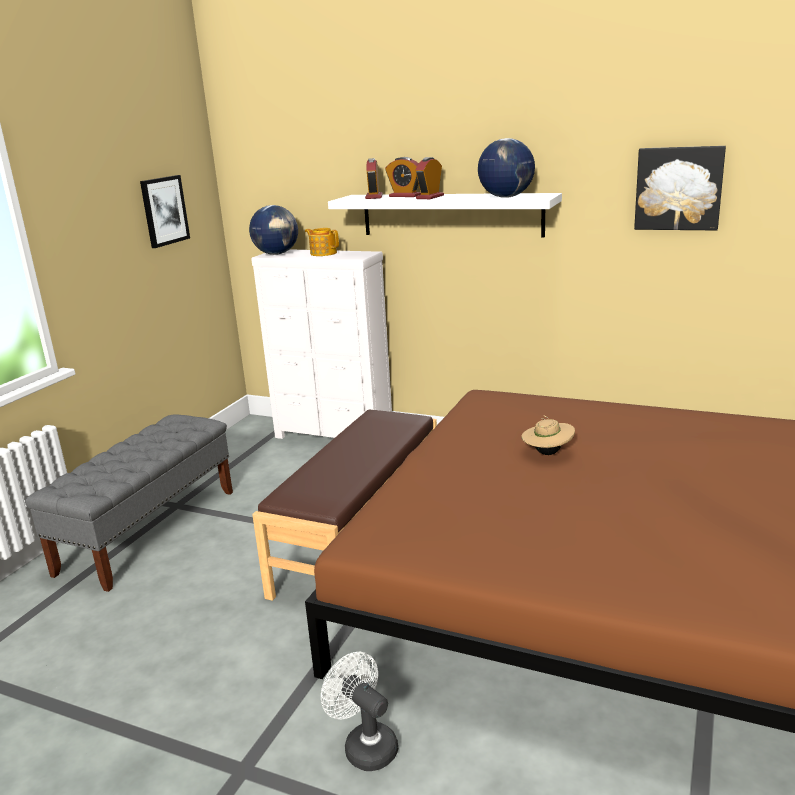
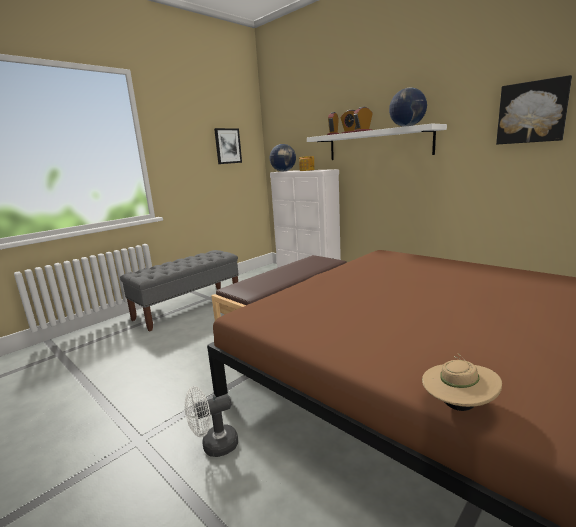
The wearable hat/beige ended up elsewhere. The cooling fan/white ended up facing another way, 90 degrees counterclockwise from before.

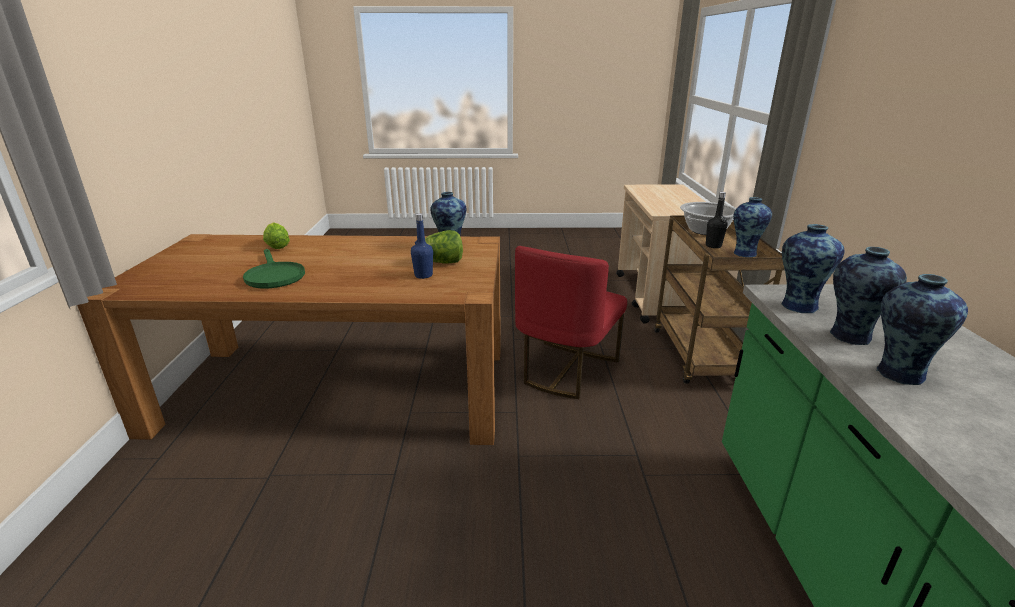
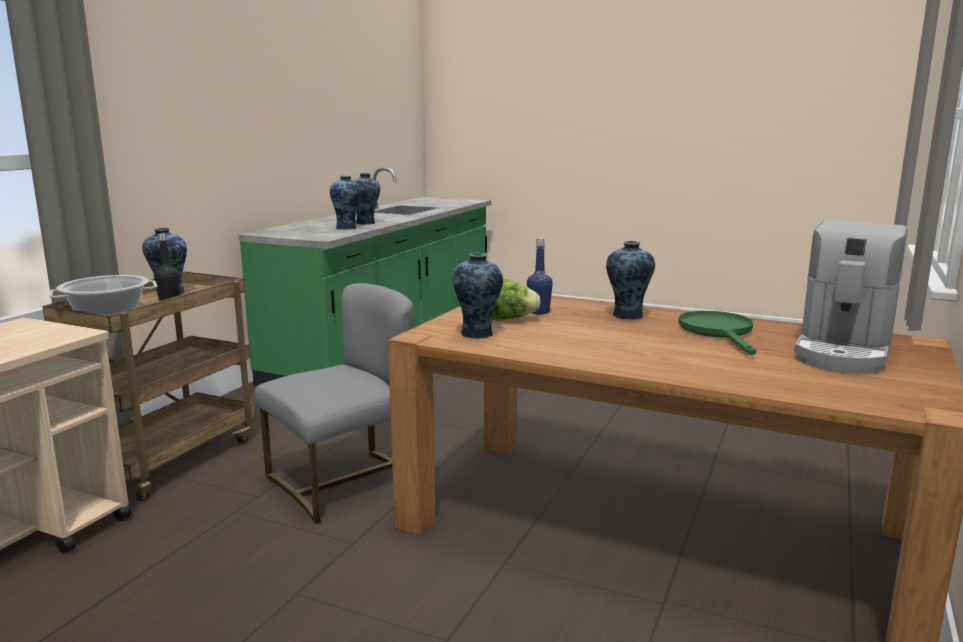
The second view lost the lettuce head (no. 1 from left). The second view gained the coffee machine. The decorative vase (no. 3 from left in the first image) ended up elsewhere. What was the upright chair/red-coloured turned into the upright chair/gray.

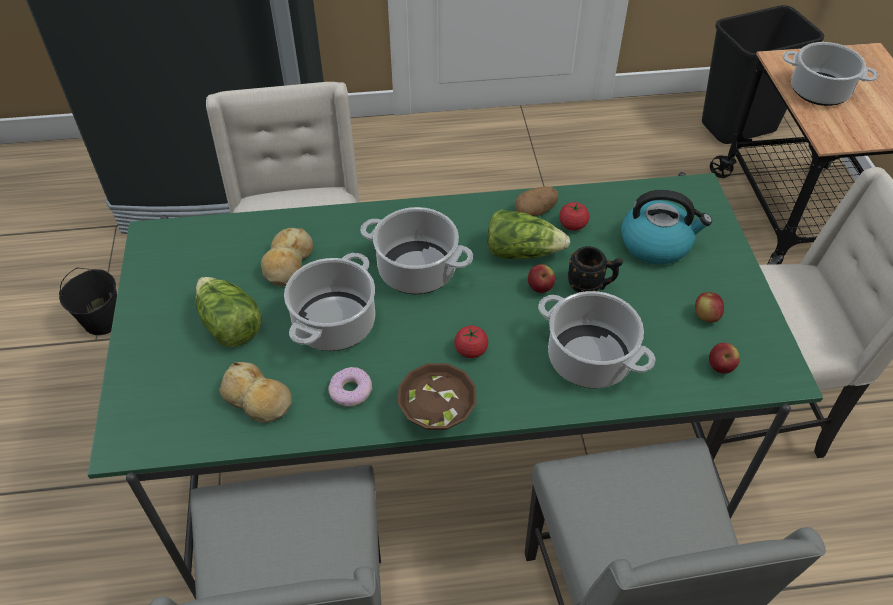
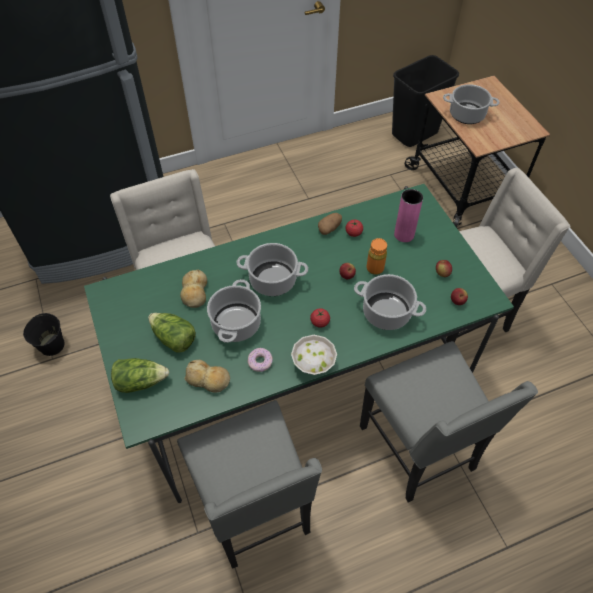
The lettuce head (no. 2 from left in the first image) ended up elsewhere. Where the coffee mug/black-coloured stood, the bottle/orange came to stand. Where the tea kettle stood, the decorative vase/pink came to stand. What was the bowl/brown turned into the bowl/white.

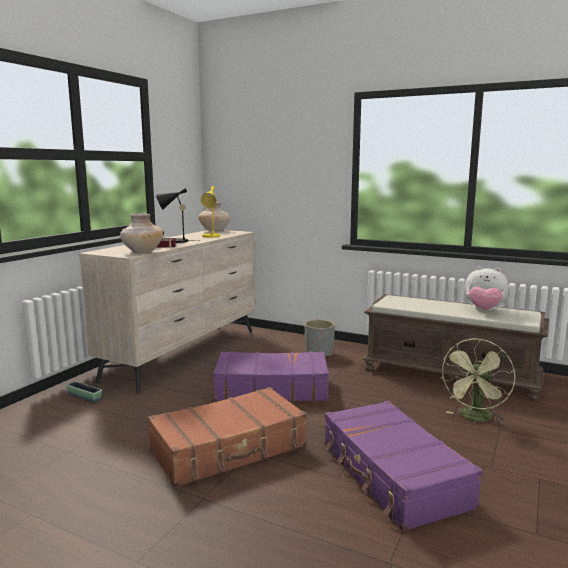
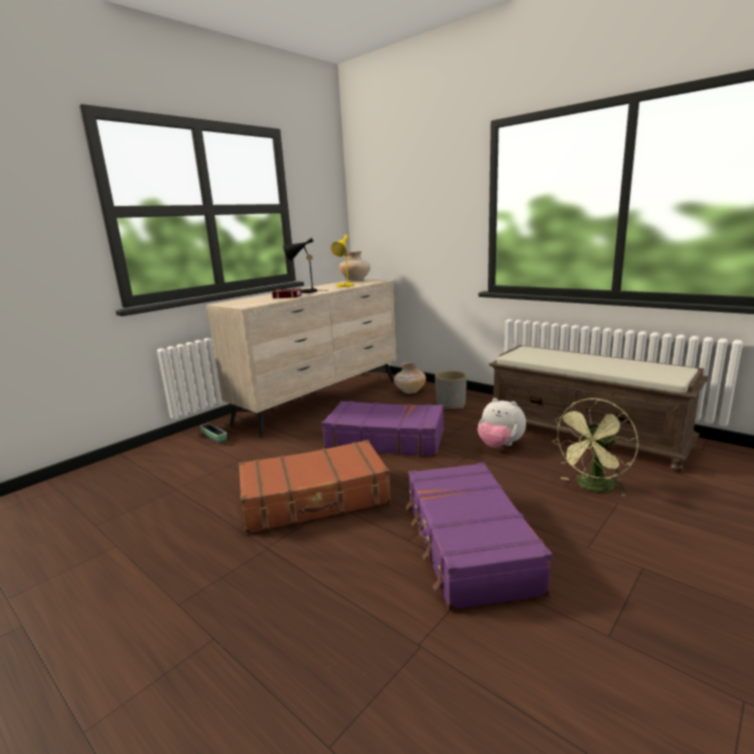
The decorative vase/beige (no. 1 from left in the first image) ended up elsewhere. The cuddly toy ended up elsewhere.

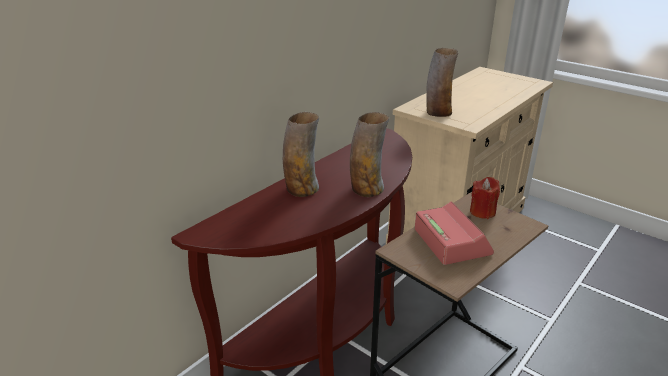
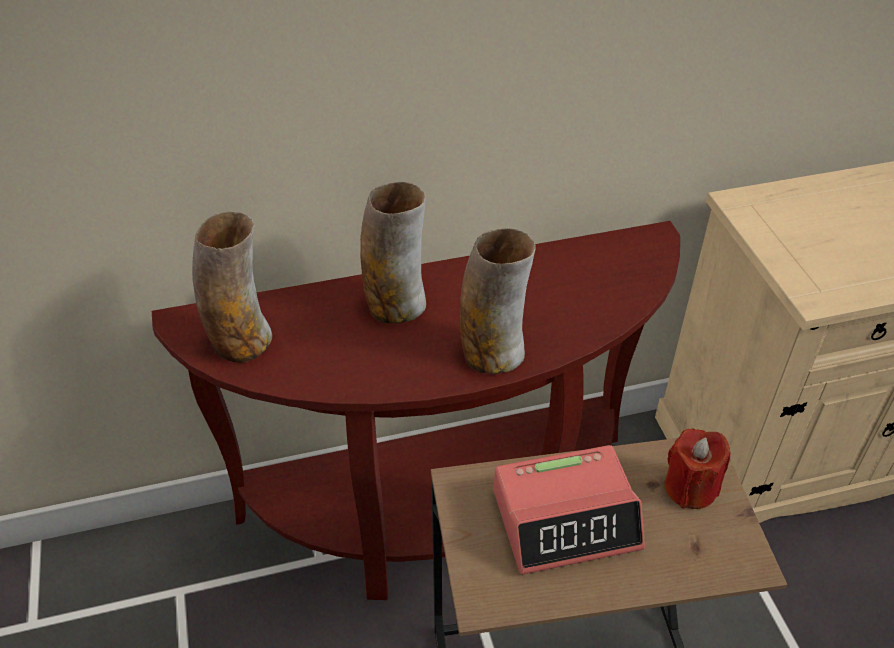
The decorative vase (no. 3 from left in the first image) ended up elsewhere. The alarm clock ended up facing another way, 60 degrees clockwise from before.

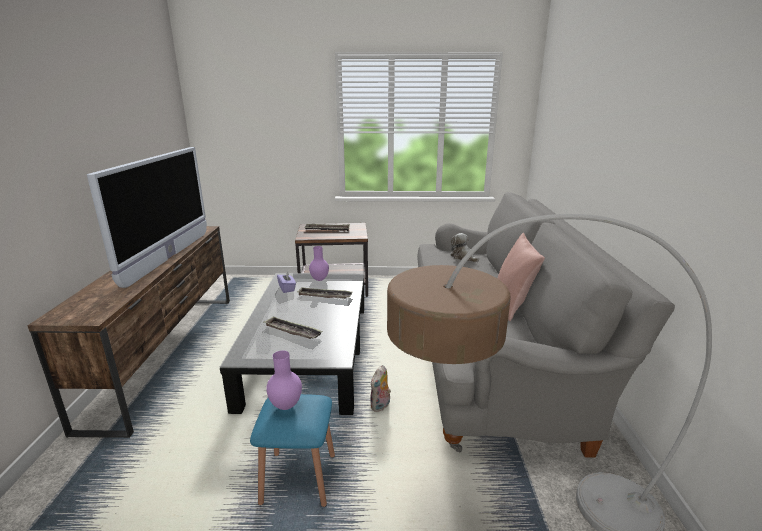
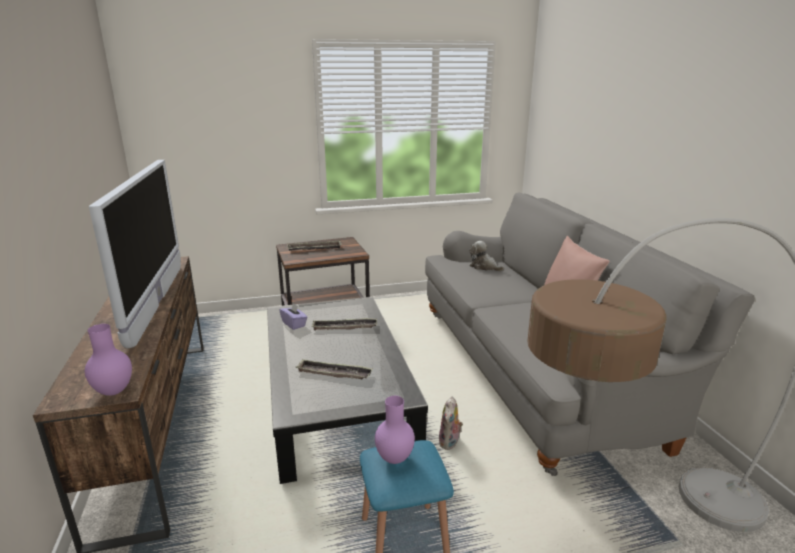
The decorative vase/purplish (no. 2 from left in the first image) ended up elsewhere.

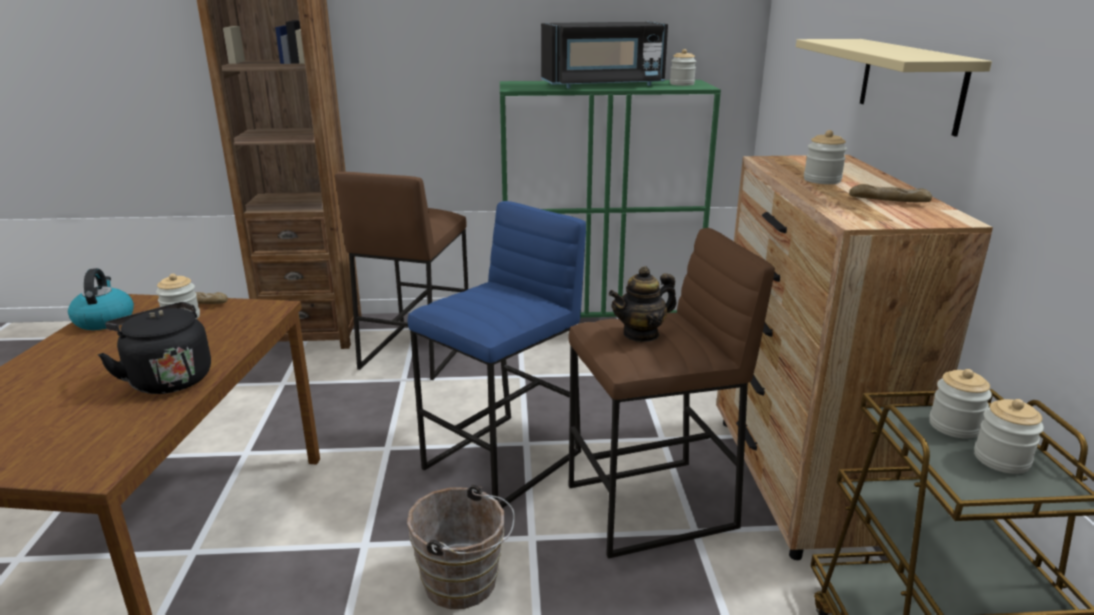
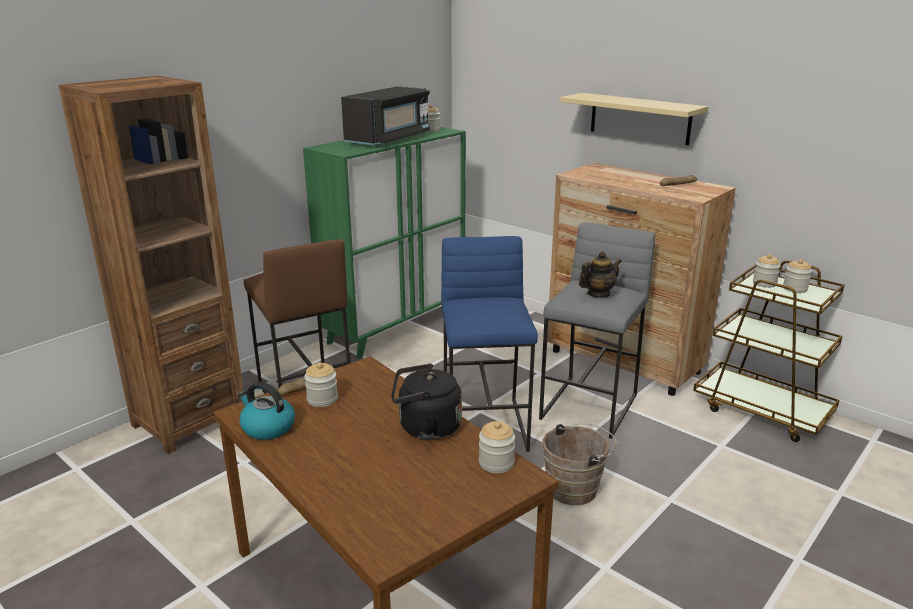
The preserve jar (no. 3 from left) ended up elsewhere. What was the sitting stool/brown (no. 2 from left) turned into the sitting stool/gray. The pot for tea ended up facing another way, 135 degrees counterclockwise from before.

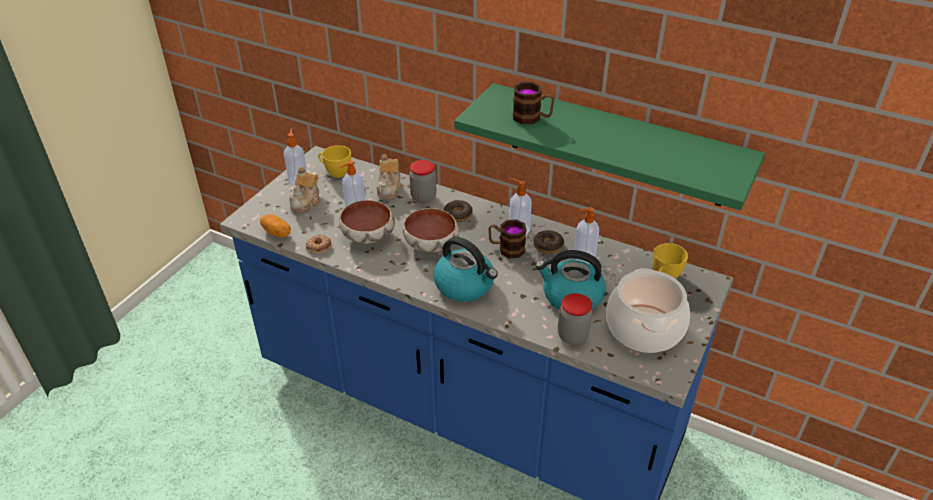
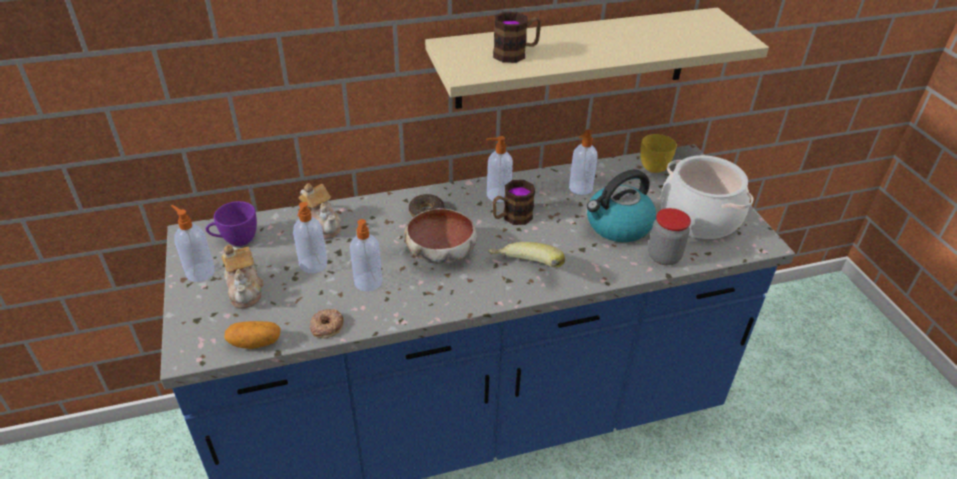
The second view lost the preserve jar (no. 1 from left). The second view lost the ring doughnut (no. 3 from left). Where the bowl (no. 1 from left) stood, the liquid soap bottle (no. 3 from left) came to stand. Where the tea kettle (no. 1 from left) stood, the banana came to stand. What was the drinking cup/yellow-coloured (no. 1 from left) turned into the drinking cup/purplish. What was the bracket shelf/green-coloured turned into the bracket shelf/beige.

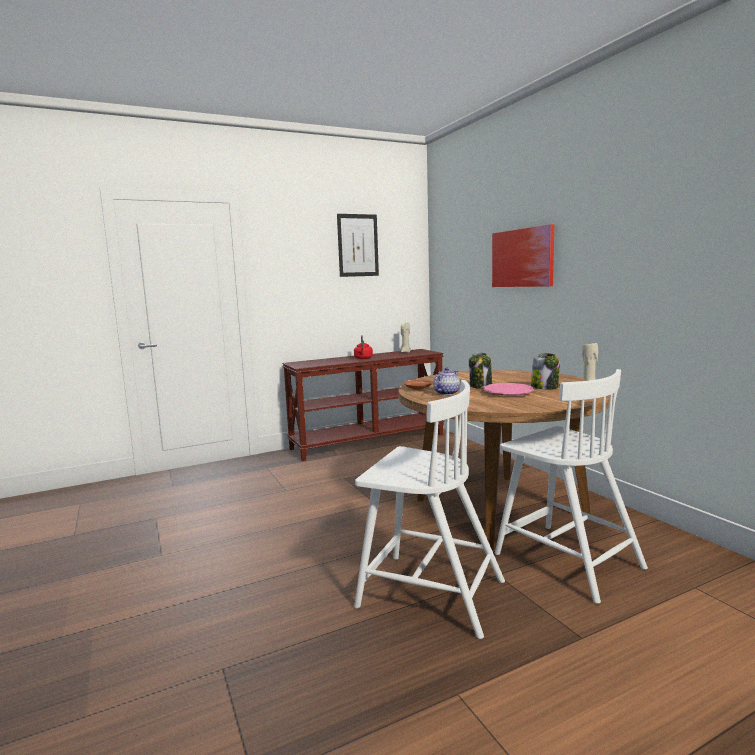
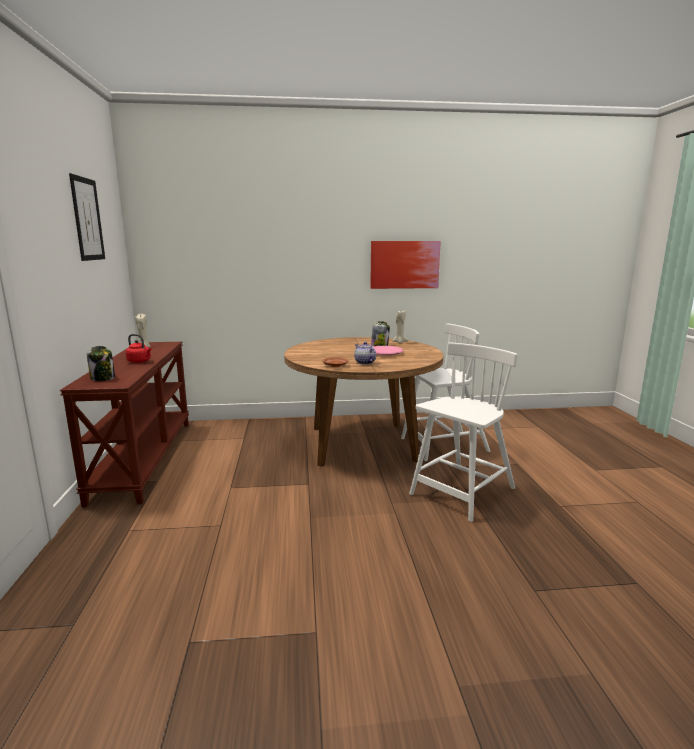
The preserve jar (no. 1 from left) ended up elsewhere. The wall art (no. 2 from left) ended up elsewhere.

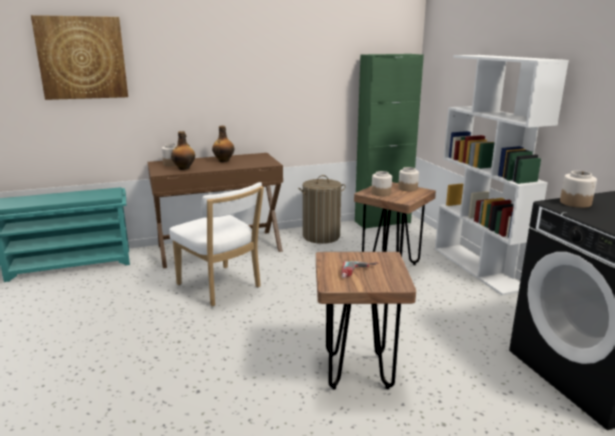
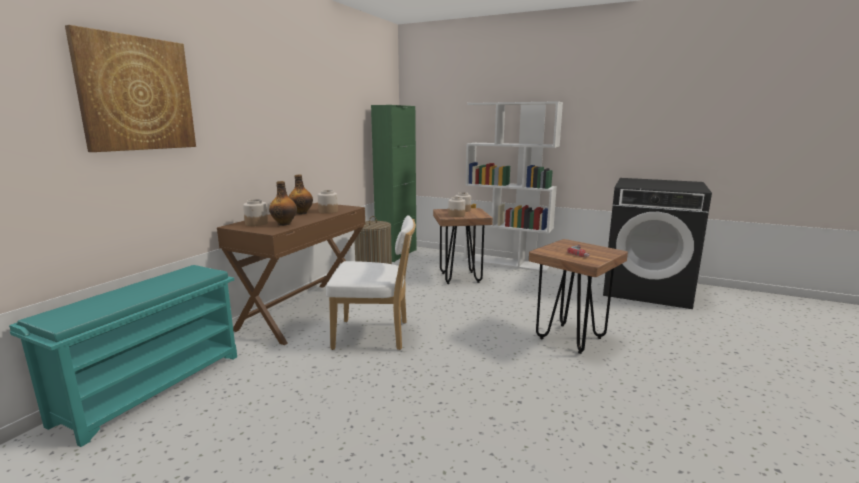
The preserve jar (no. 4 from left in the first image) ended up elsewhere.

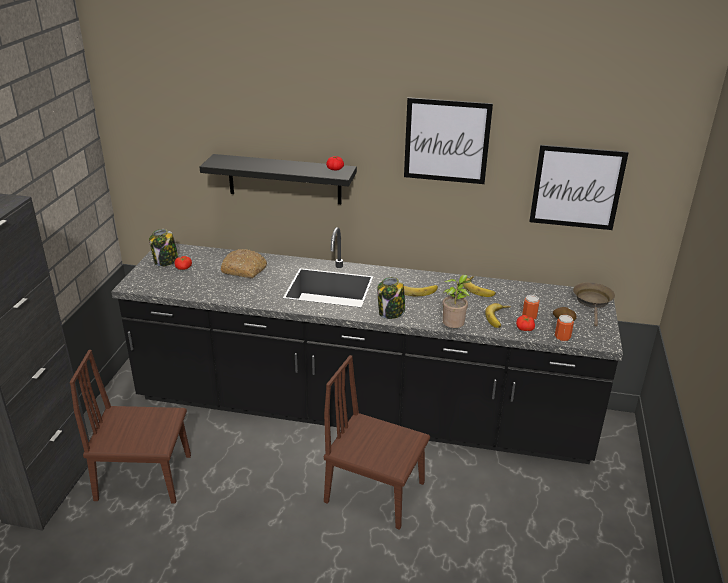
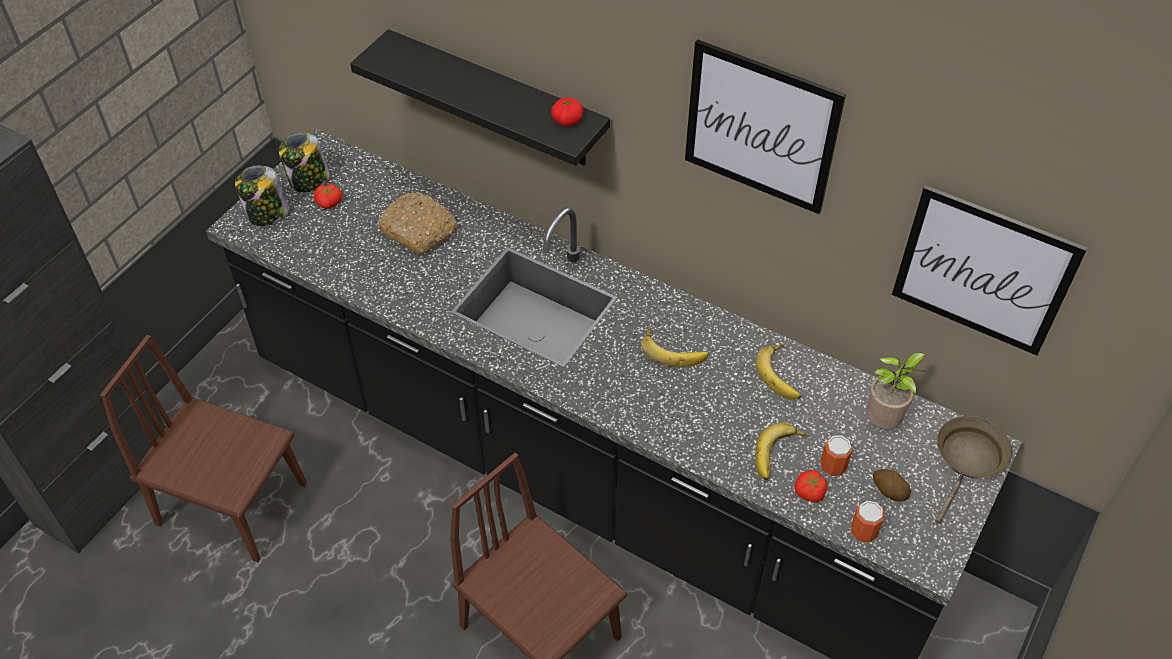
The preserve jar (no. 2 from left in the first image) ended up elsewhere. The potted plant ended up elsewhere.

